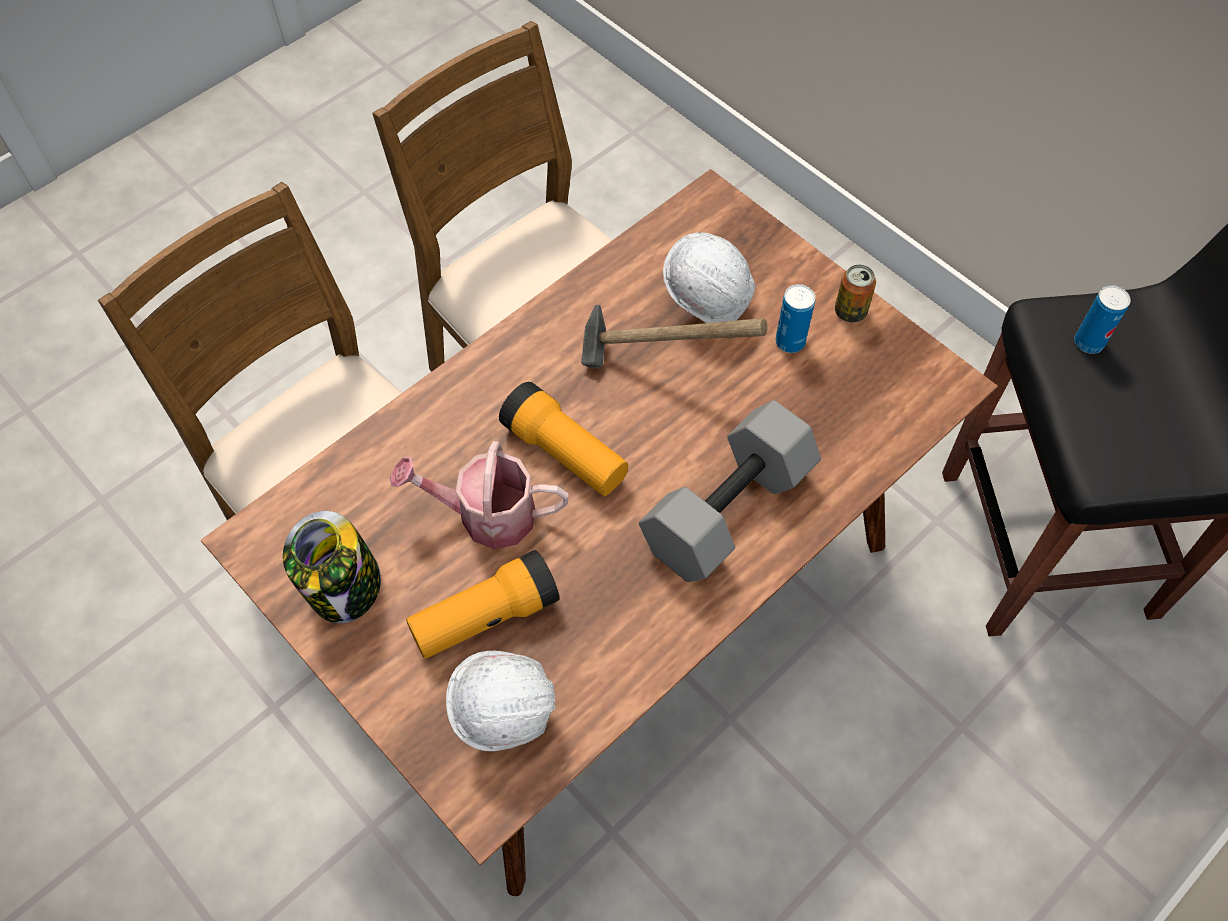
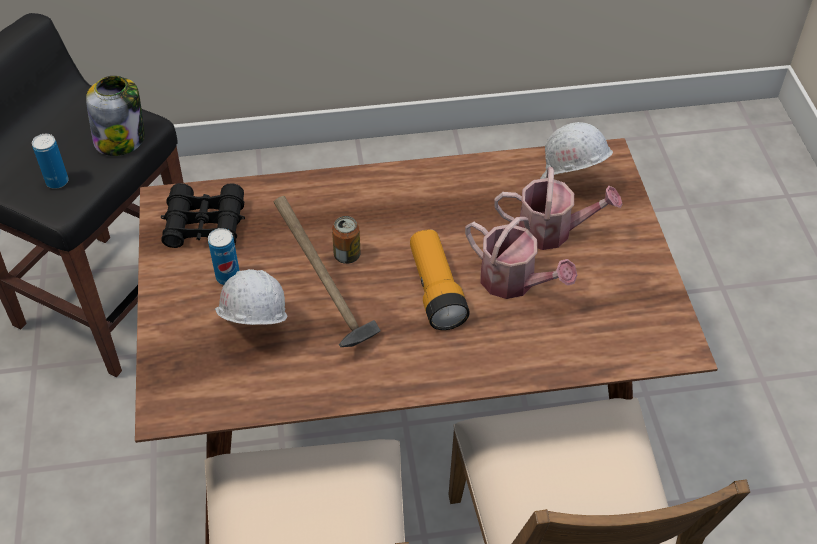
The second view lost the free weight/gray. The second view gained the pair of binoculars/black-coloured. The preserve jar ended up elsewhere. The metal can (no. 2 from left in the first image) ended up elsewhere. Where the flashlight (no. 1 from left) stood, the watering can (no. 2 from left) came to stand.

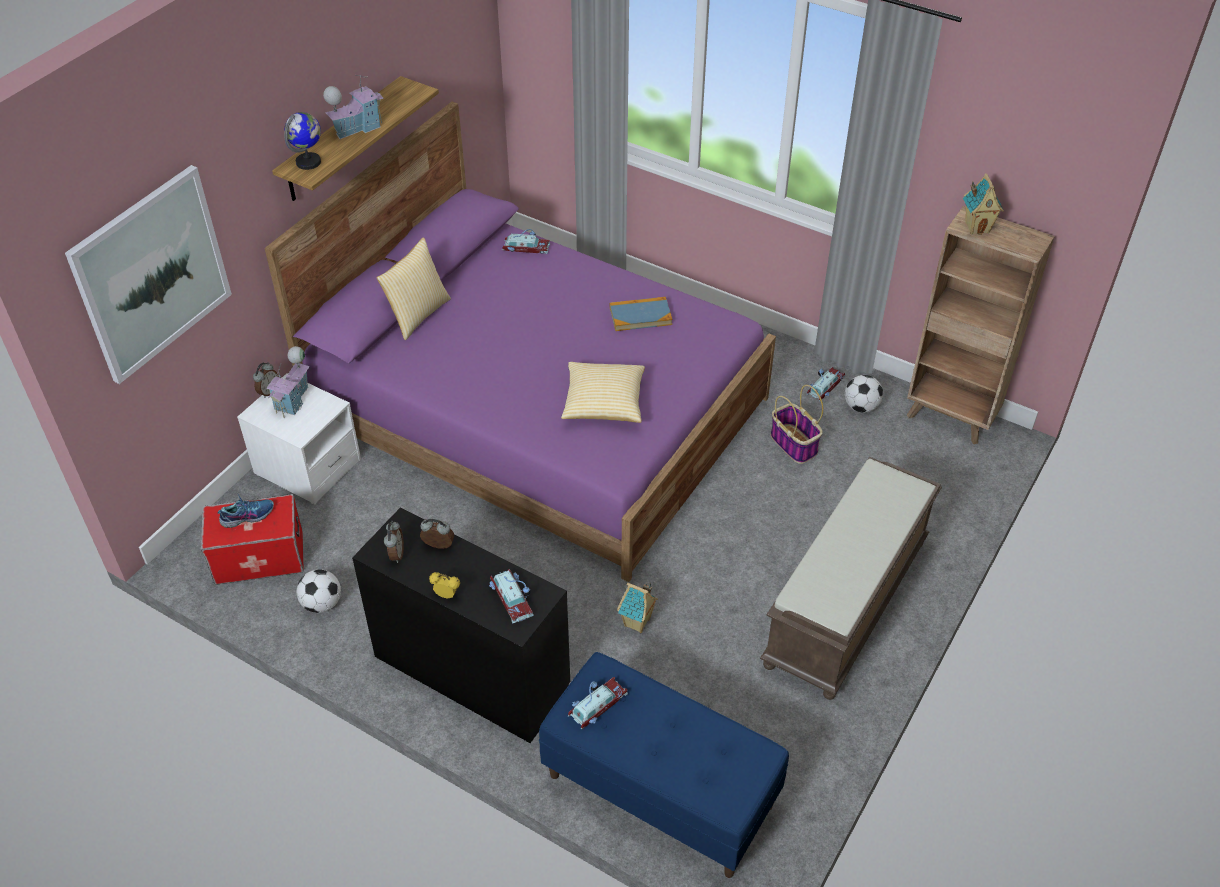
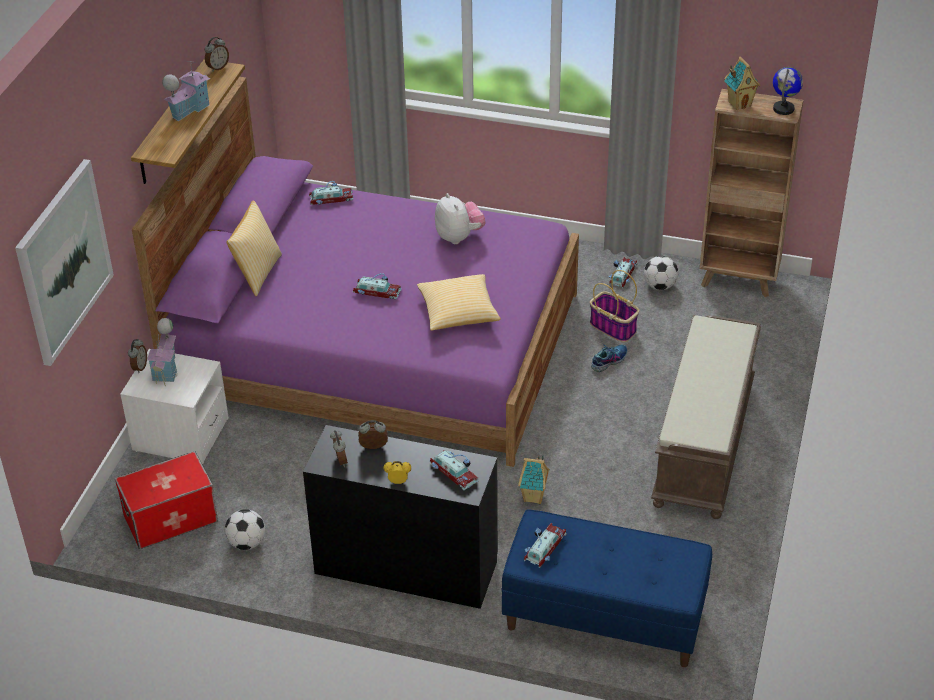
The second view gained the alarm clock (no. 2 from left). The second view gained the model car (no. 2 from left). The item of footwear ended up elsewhere. The globe ended up elsewhere. Where the volume stood, the cuddly toy came to stand.

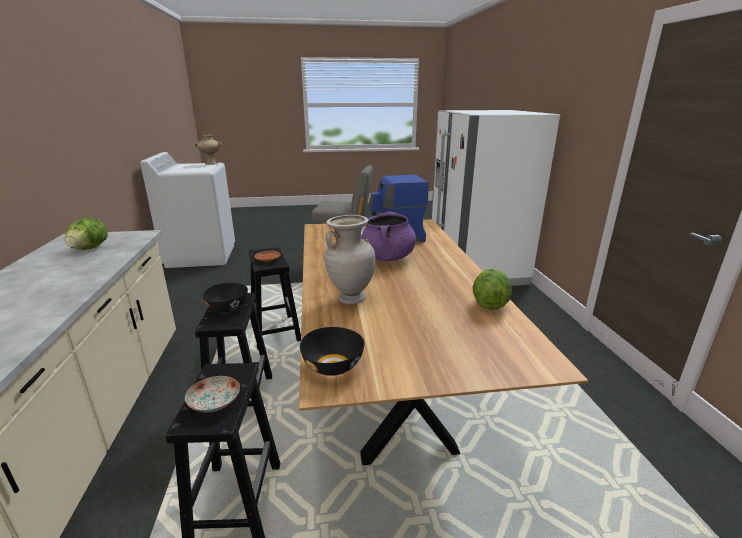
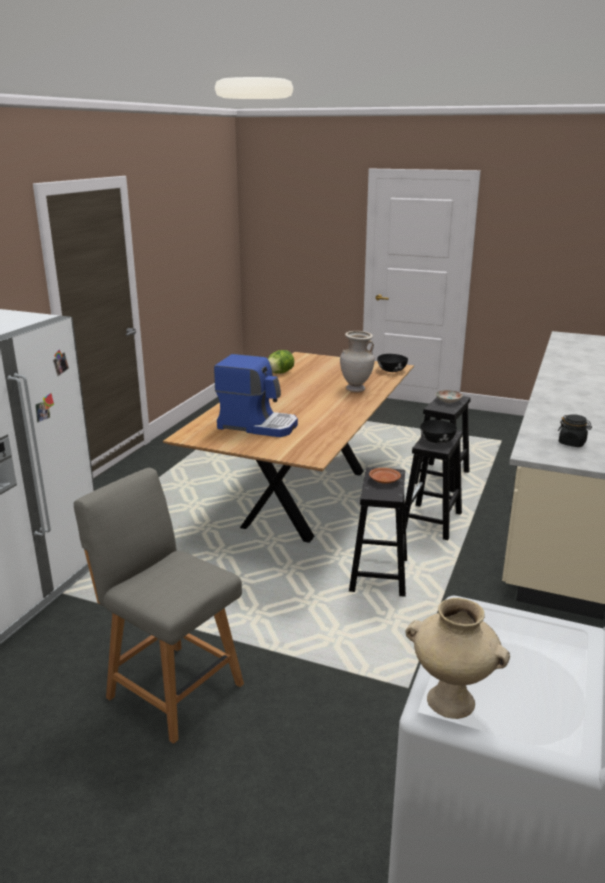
The second view lost the saucepot/purplish. Where the lettuce head (no. 1 from left) stood, the preserve jar/black-coloured came to stand.

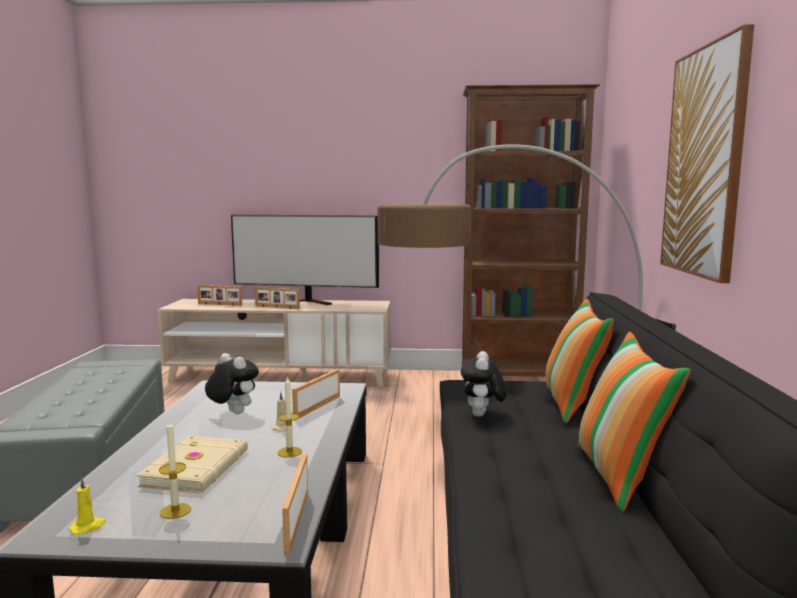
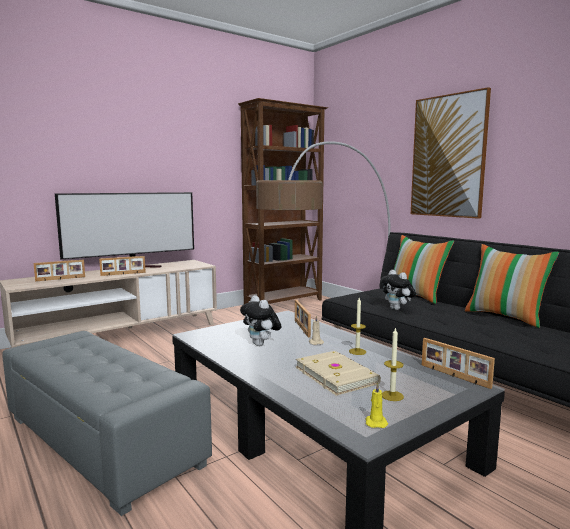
The cuddly toy (no. 1 from left) ended up facing another way, 120 degrees counterclockwise from before.

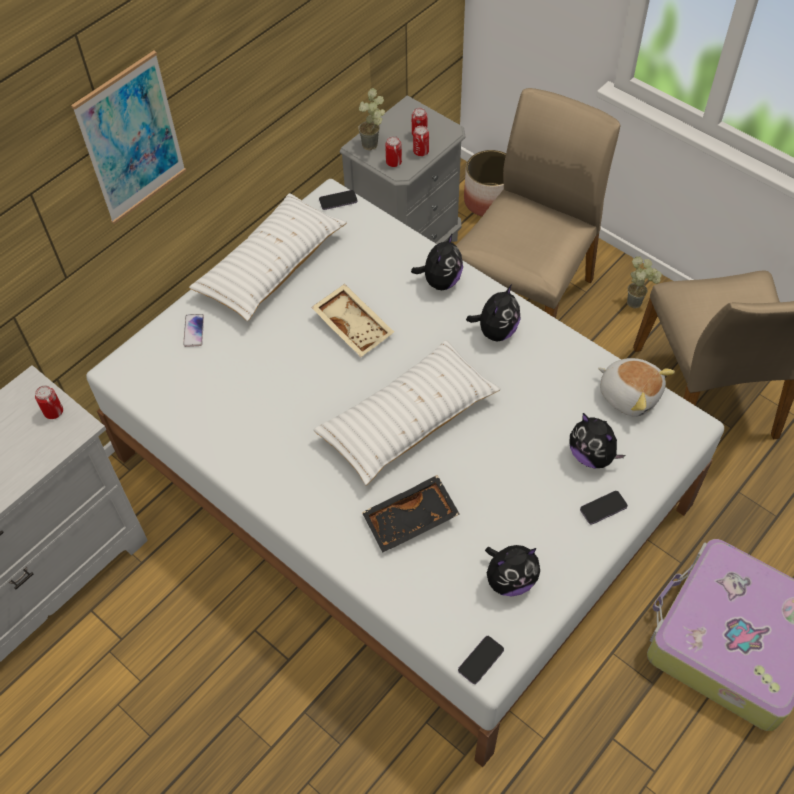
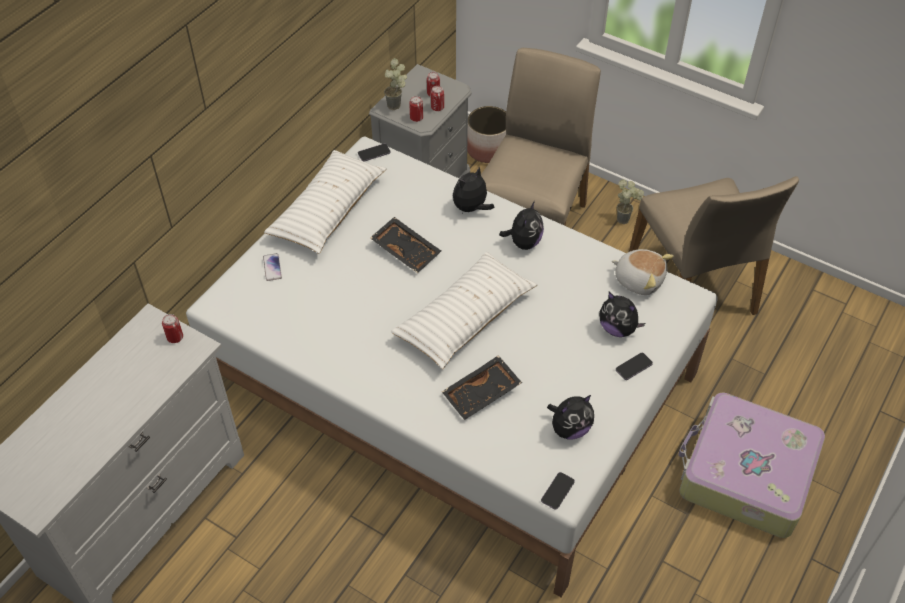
The second view lost the wall art. What was the carrying tray/beige turned into the carrying tray/black-coloured (no. 1 from left). The cuddly toy (no. 1 from left) ended up facing another way, 150 degrees counterclockwise from before.

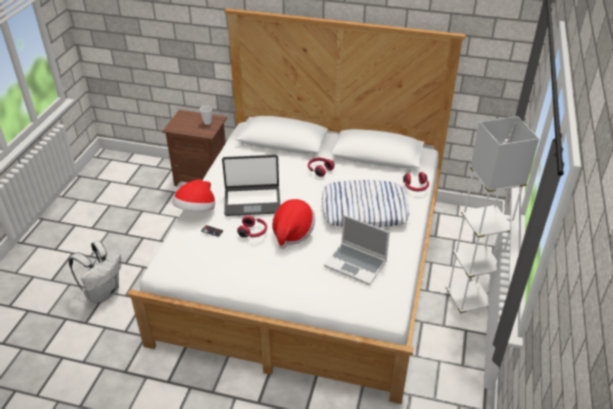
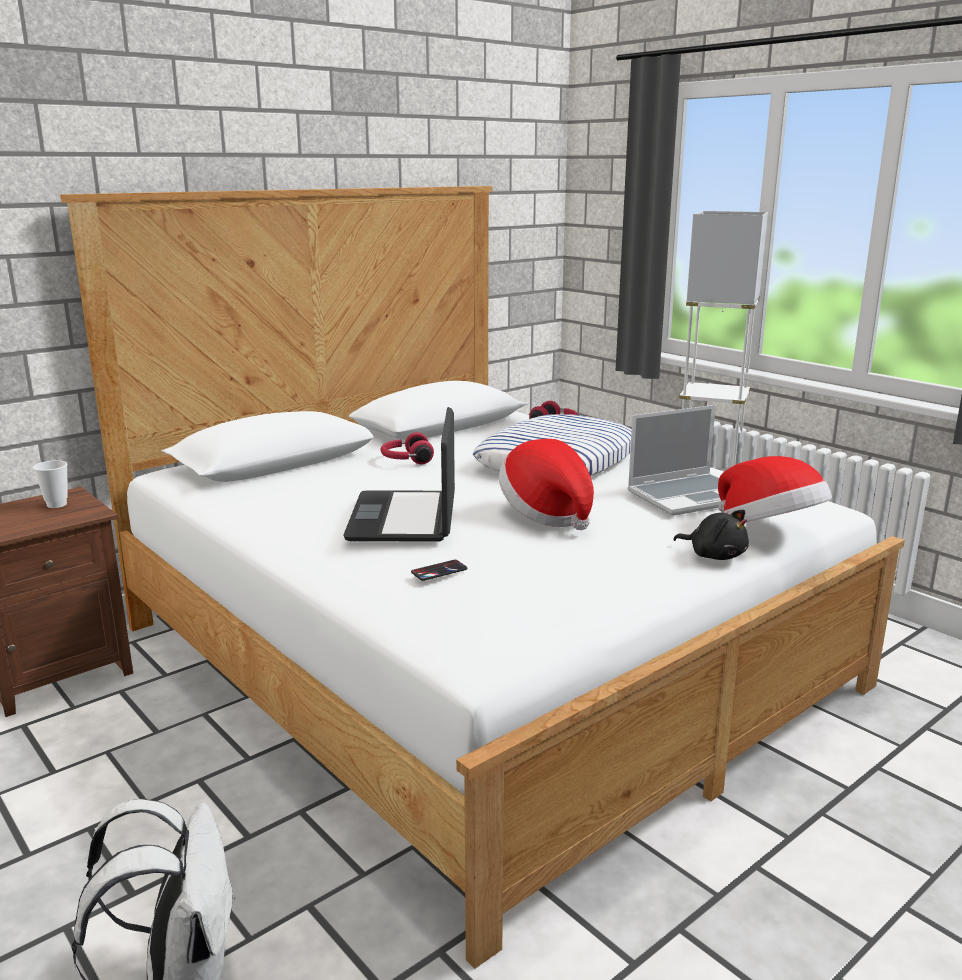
The second view lost the pair of headphones/red-coloured (no. 1 from left). The second view gained the cuddly toy/black-coloured. The wearable hat (no. 1 from left in the first image) ended up elsewhere. The laptop (no. 1 from left) ended up facing another way, 150 degrees clockwise from before.

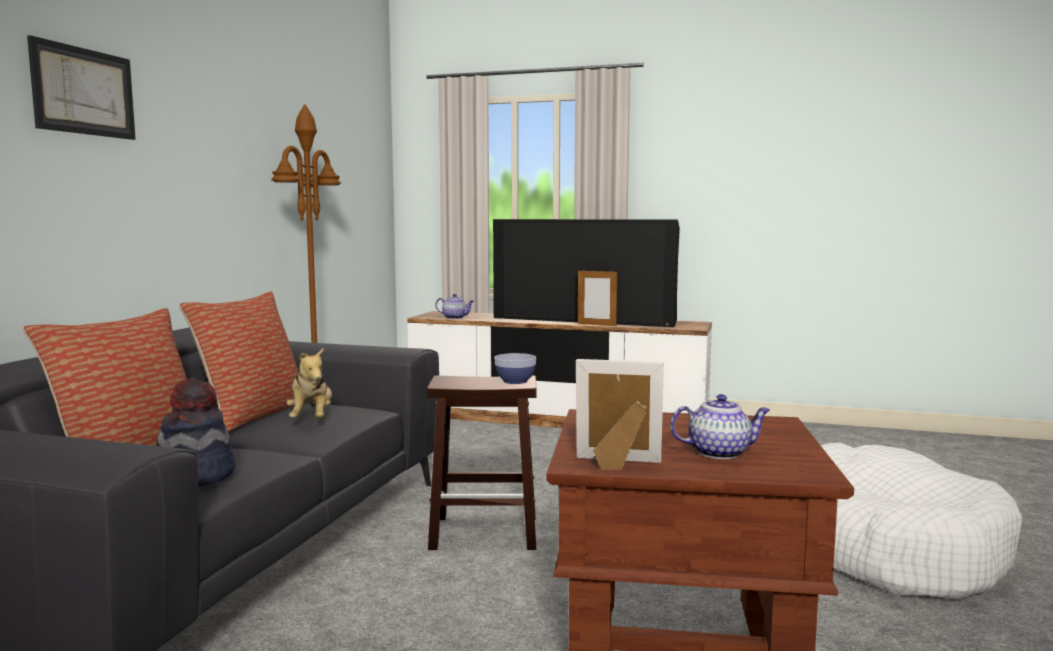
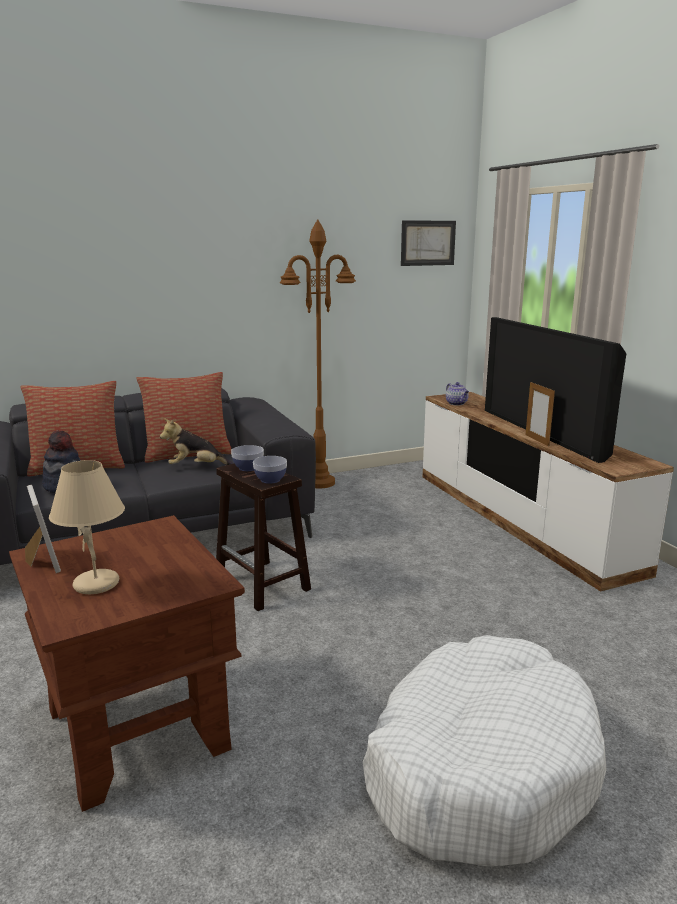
The second view gained the bowl (no. 1 from left). The wall art ended up elsewhere. Where the pot for tea (no. 2 from left) stood, the table lamp/beige came to stand. The cuddly toy ended up facing another way, 45 degrees clockwise from before.

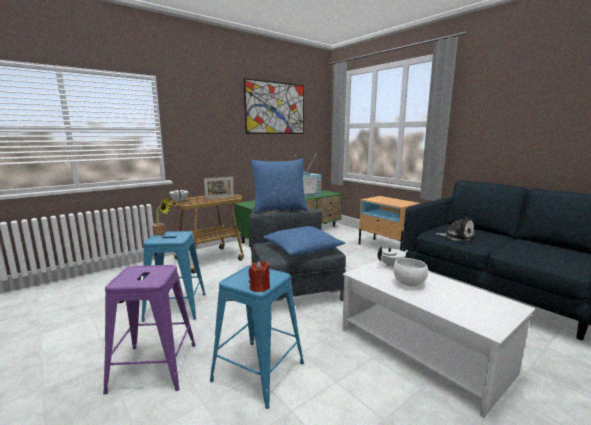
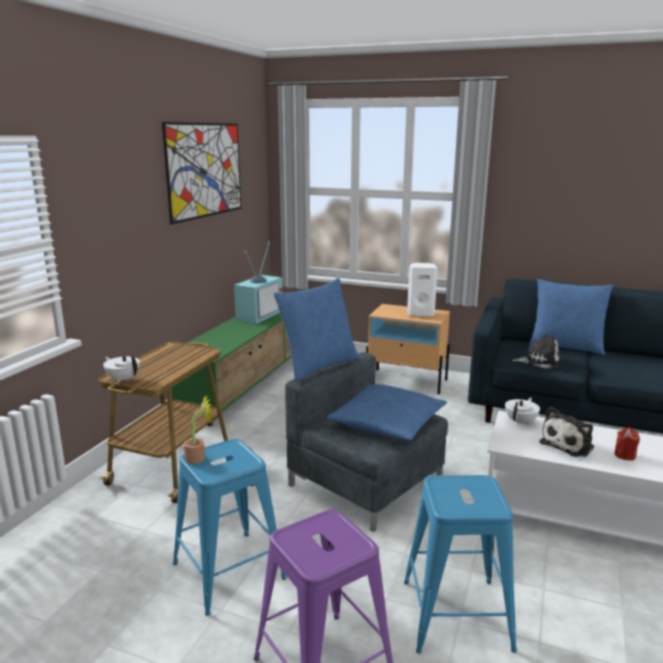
The second view lost the photo frame. The second view gained the speaker/white. The second view gained the cushion/blue (no. 3 from left). The candle/red-coloured ended up elsewhere. Where the bowl/white stood, the cuddly toy (no. 2 from left) came to stand.

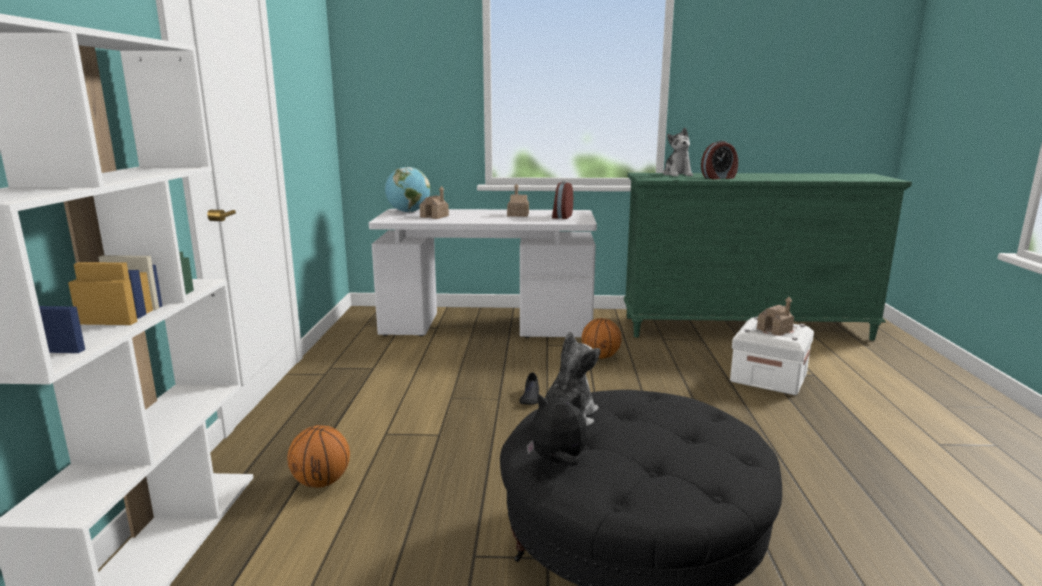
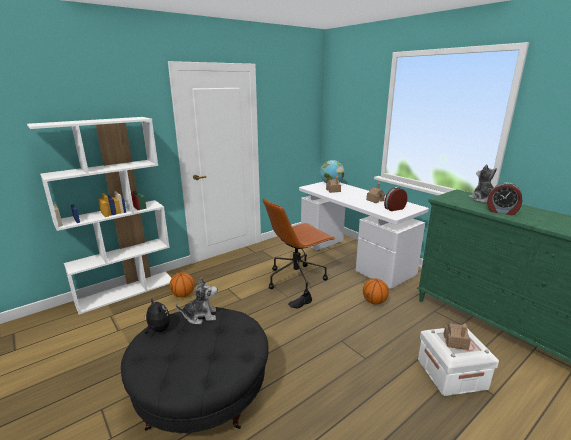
The second view gained the office chair/brown. The cuddly toy (no. 3 from left) ended up facing another way, 120 degrees clockwise from before.

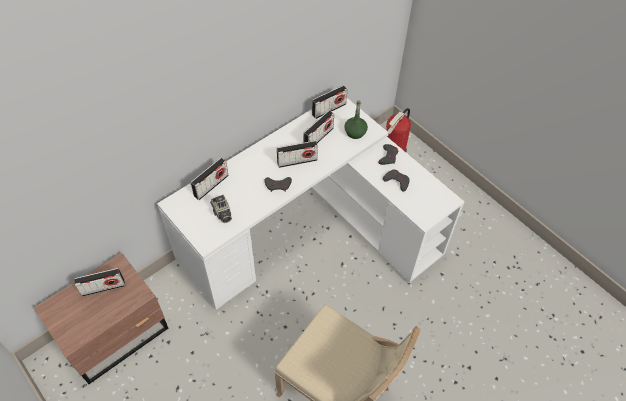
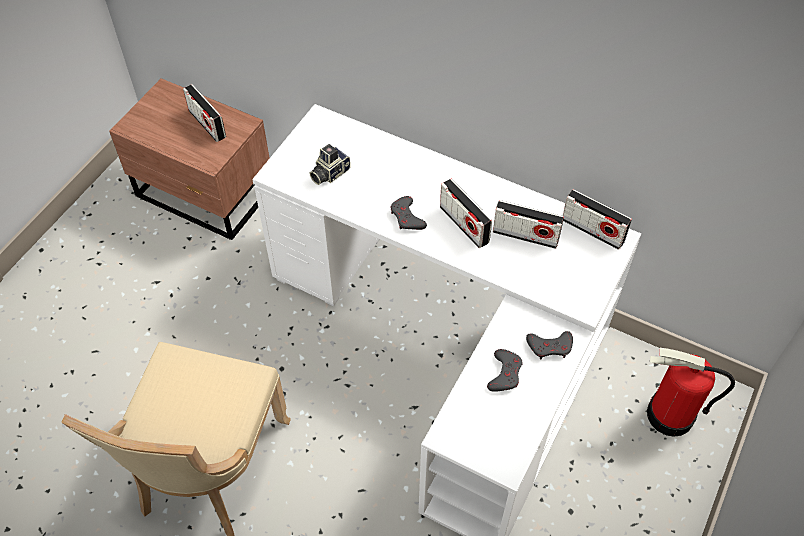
The second view lost the radio receiver (no. 2 from left). The second view lost the bottle/green-coloured.

